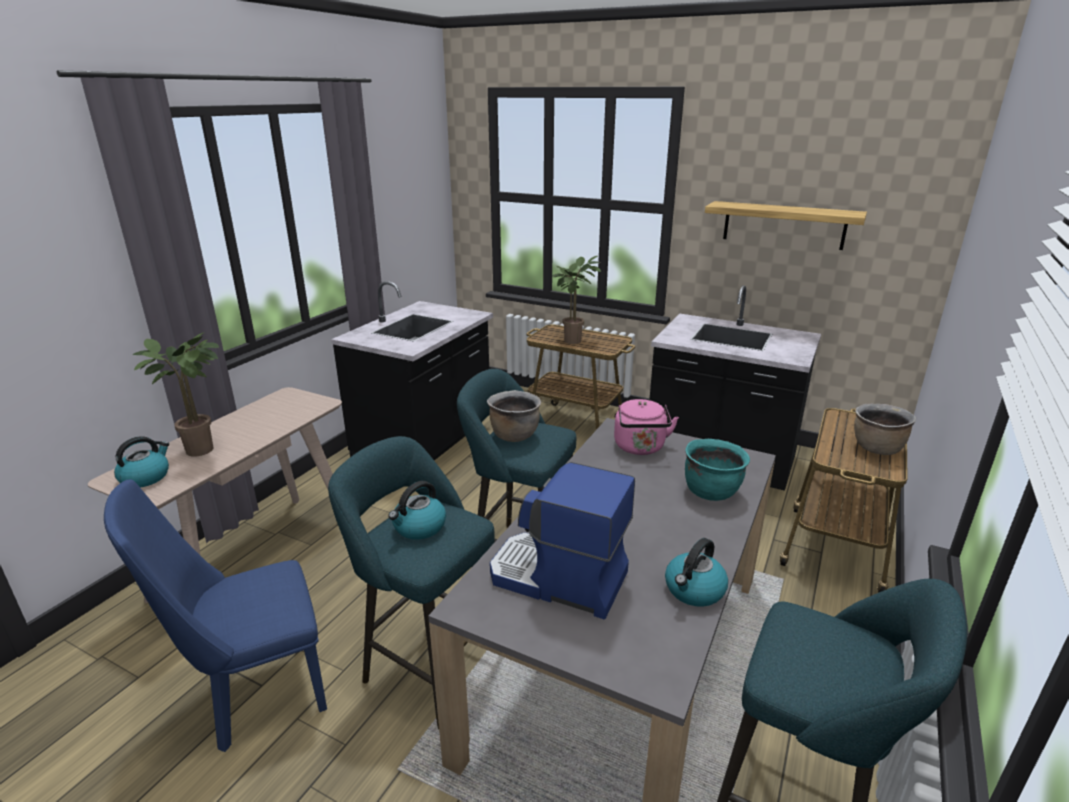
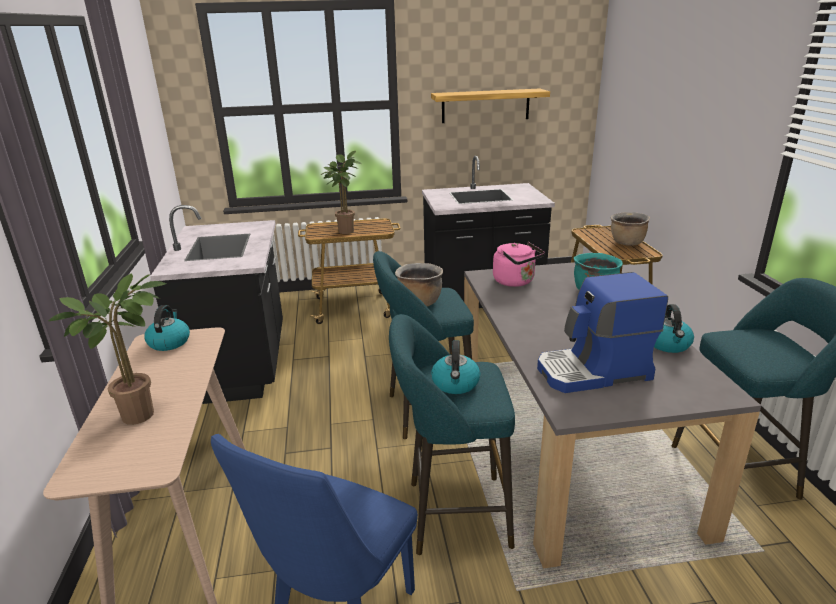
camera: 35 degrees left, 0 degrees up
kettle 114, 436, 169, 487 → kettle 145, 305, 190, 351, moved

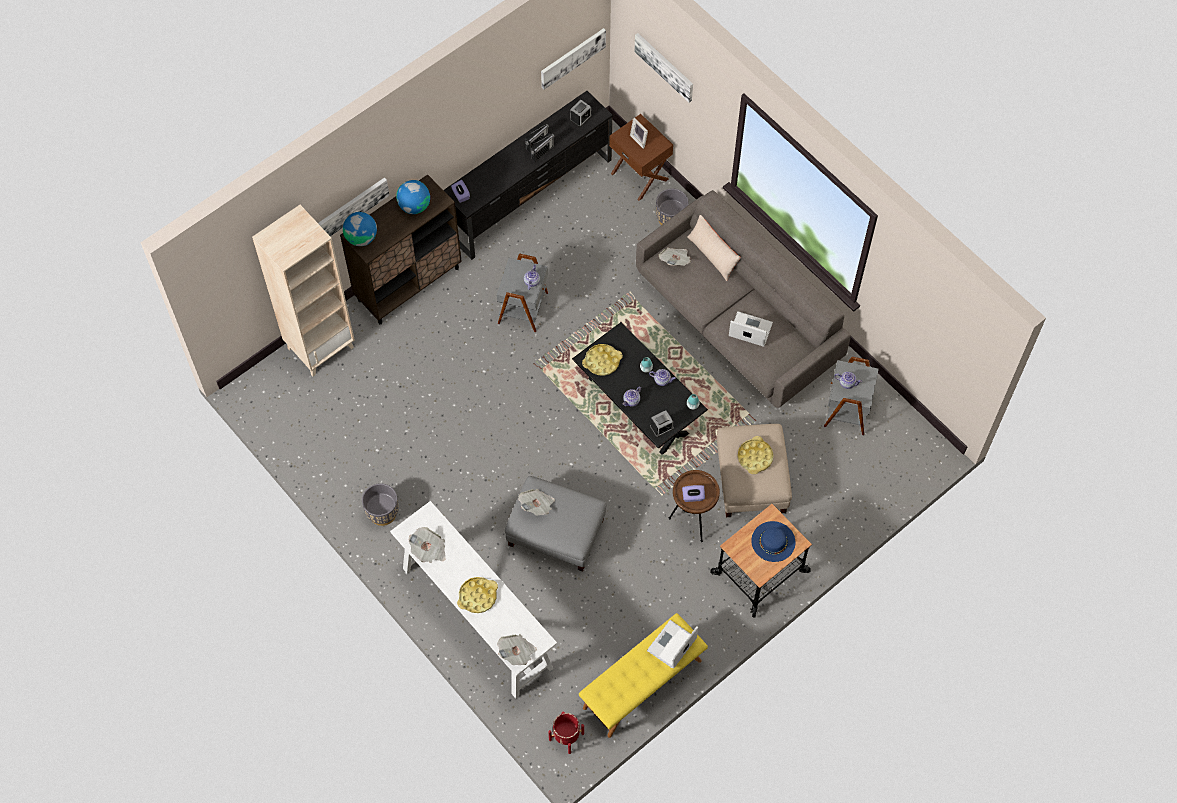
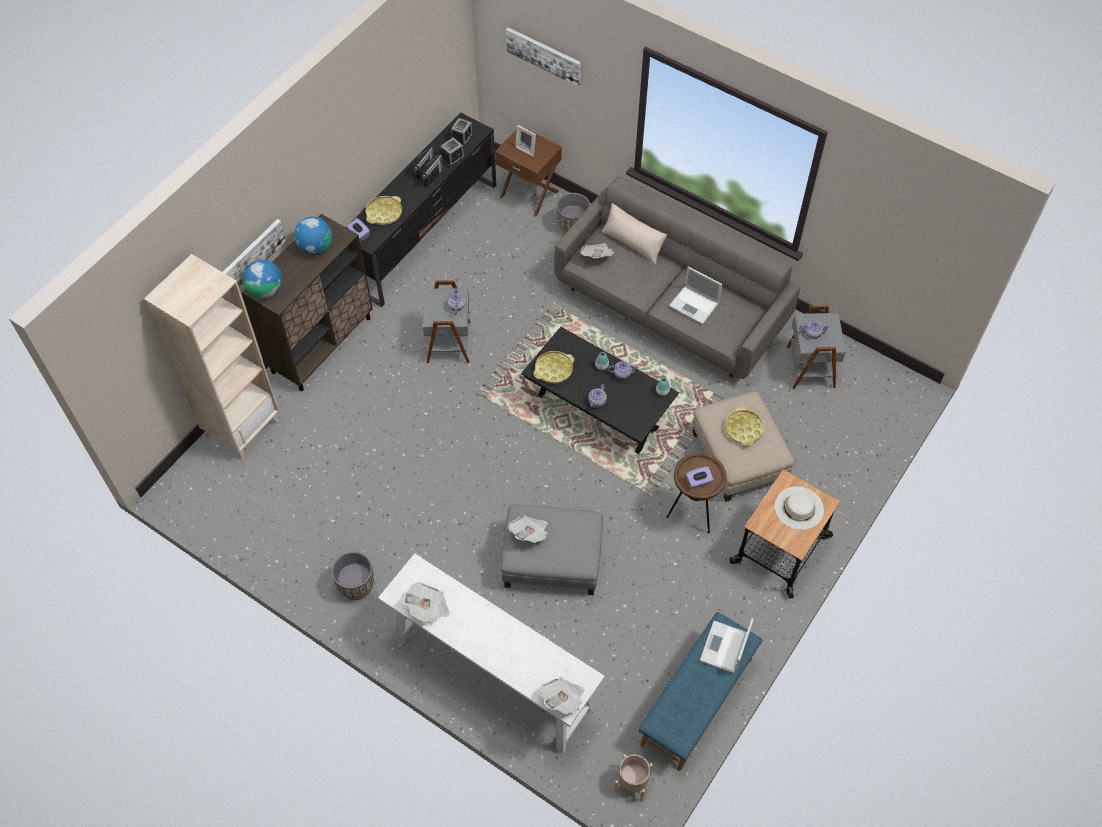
camera: 15 degrees left, 5 degrees down
yellow tray 457, 577, 498, 613 → yellow tray 366, 196, 402, 225, moved
alarm clock 650, 410, 674, 437 → alarm clock 441, 138, 465, 167, moved
red planter 548, 711, 584, 754 → beige planter 614, 754, 653, 802
yellow bench 579, 613, 708, 738 → blue bench 638, 612, 762, 771
laptop 729, 311, 773, 347 → laptop 669, 266, 722, 324, 150 degrees counterclockwise
blue hat 751, 521, 795, 562 → white hat 775, 486, 824, 530
picture 541, 28, 606, 90 → -

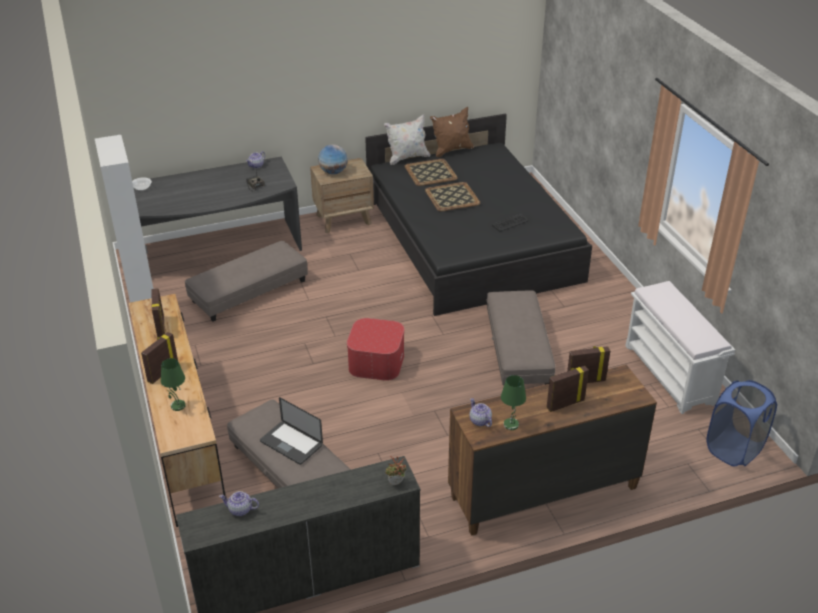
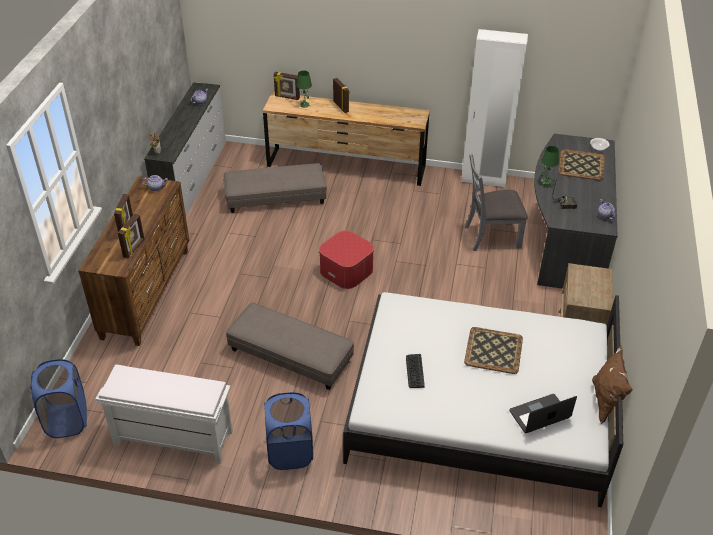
camera: 120 degrees right, 5 degrees up
- → blue laundry basket 264, 392, 313, 470
picture frame 151, 288, 165, 338 → picture frame 274, 72, 300, 100, moved
black bed 365, 114, 592, 316 → white bed 343, 292, 623, 507
grey ottoman 185, 241, 308, 321 → grey chair 465, 154, 528, 251
laptop 260, 397, 323, 465 → laptop 509, 394, 577, 433, moved
green table lamp 501, 375, 526, 430 → green table lamp 541, 146, 559, 186, moved
tray 405, 159, 458, 186 → tray 558, 149, 605, 181, moved
globe 318, 144, 348, 174 → -
white pillow 384, 114, 430, 165 → -

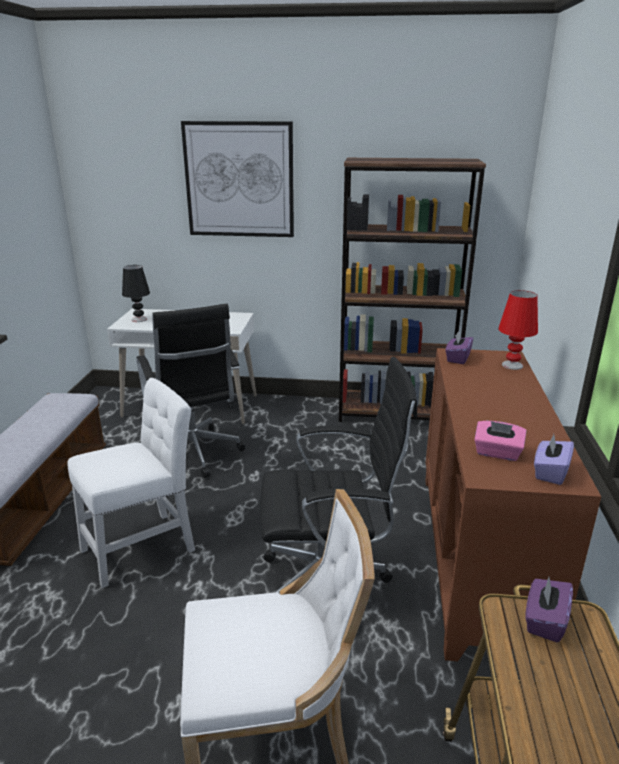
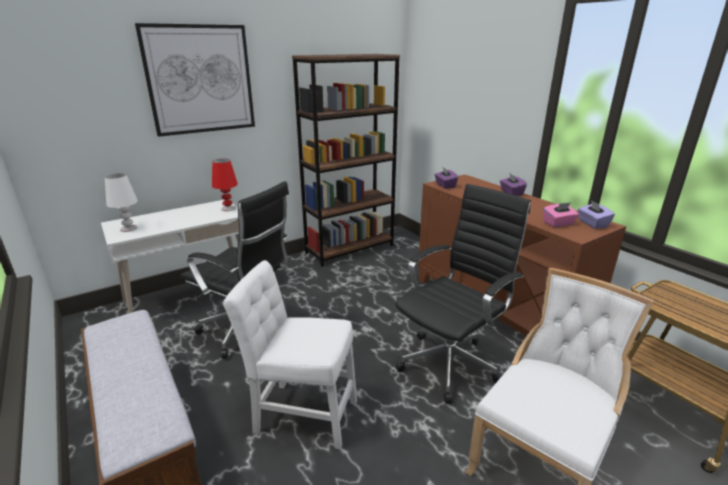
camera: 40 degrees left, 0 degrees up
black table lamp 122, 265, 150, 322 → white table lamp 105, 173, 138, 232
red table lamp 498, 290, 538, 370 → red table lamp 212, 159, 238, 211, moved
white chair 68, 378, 195, 588 → white chair 223, 260, 357, 449, 90 degrees counterclockwise
purple tissue box 525, 577, 573, 642 → purple tissue box 500, 174, 527, 196, moved

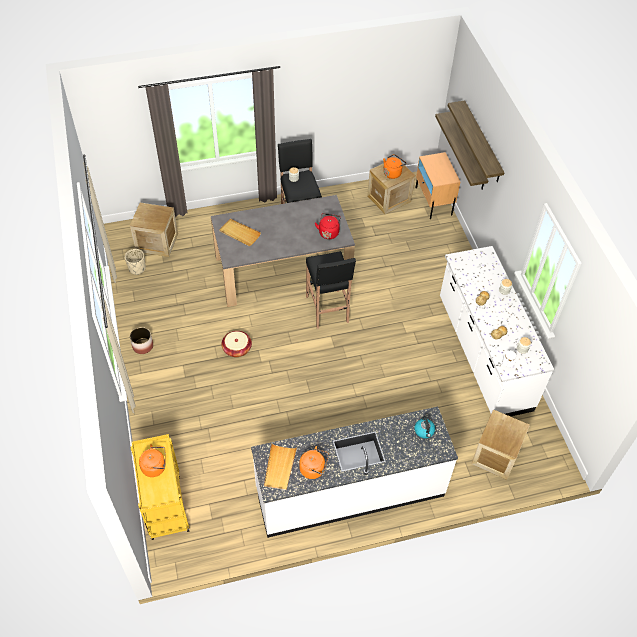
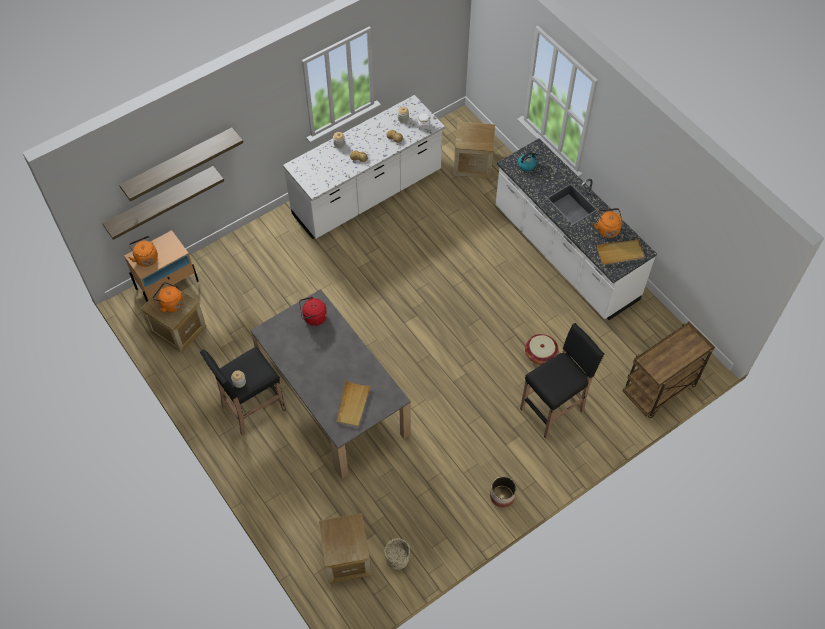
camera: 110 degrees left, 5 degrees up
orange kettle 139, 444, 166, 477 → orange kettle 128, 236, 158, 267, moved
black stool 306, 251, 356, 329 → black stool 520, 323, 604, 438, moved
basket 221, 331, 252, 357 → basket 525, 334, 559, 365, moved
yellow cart 130, 434, 190, 540 → brown cart 623, 321, 715, 418

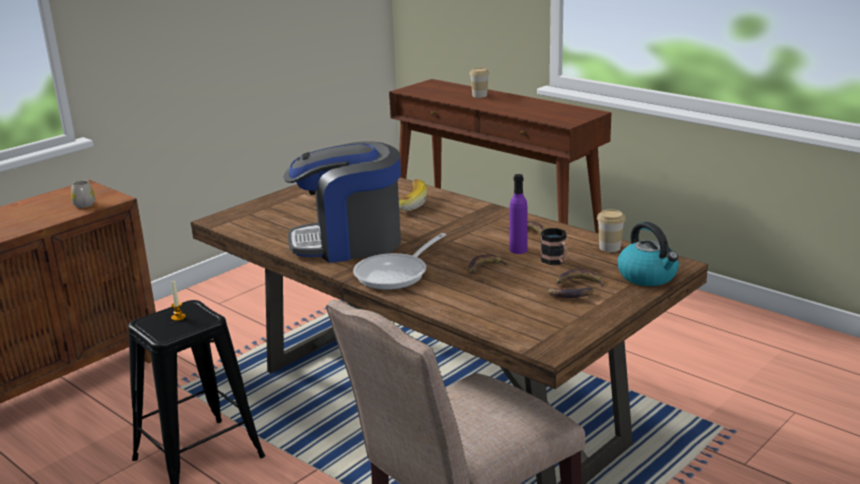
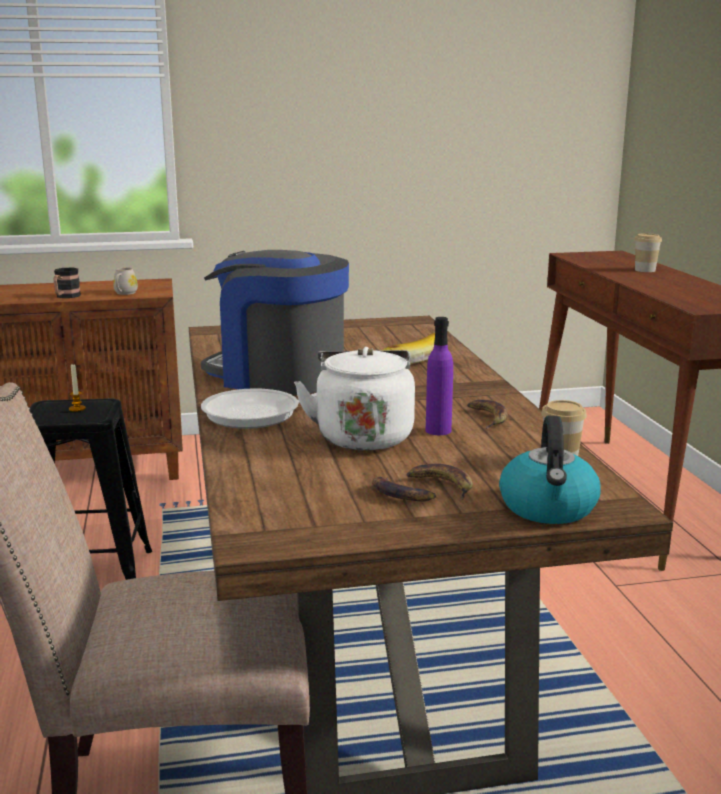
camera: 35 degrees right, 5 degrees down
mug 541, 228, 567, 265 → mug 54, 268, 81, 298, moved
banana 468, 254, 510, 274 → white kettle 294, 347, 415, 450

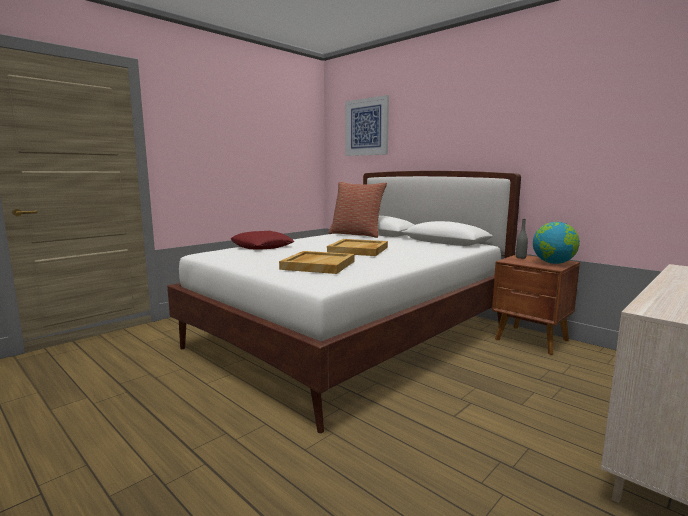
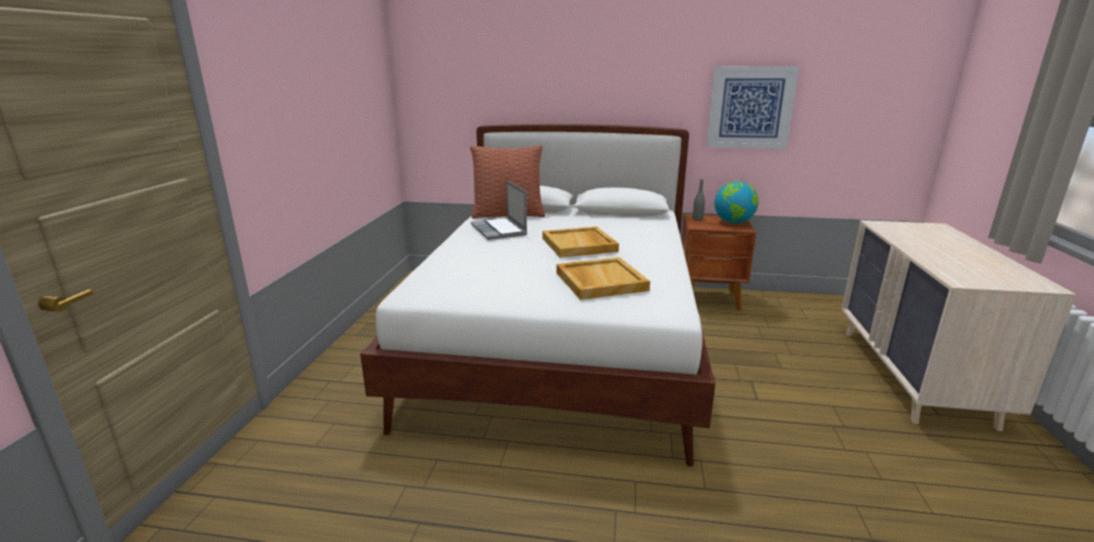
camera: 35 degrees left, 10 degrees up
- → laptop 471, 180, 527, 240
picture 345, 95, 389, 156 → picture 707, 66, 799, 149, moved
red pillow 231, 231, 294, 250 → -

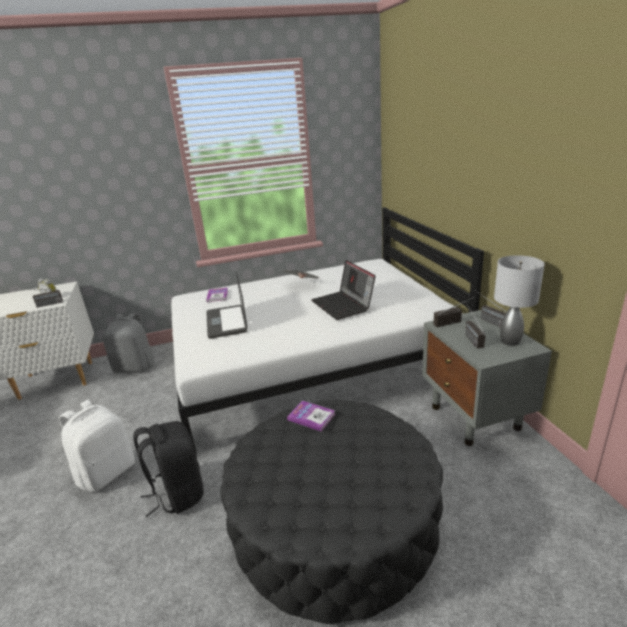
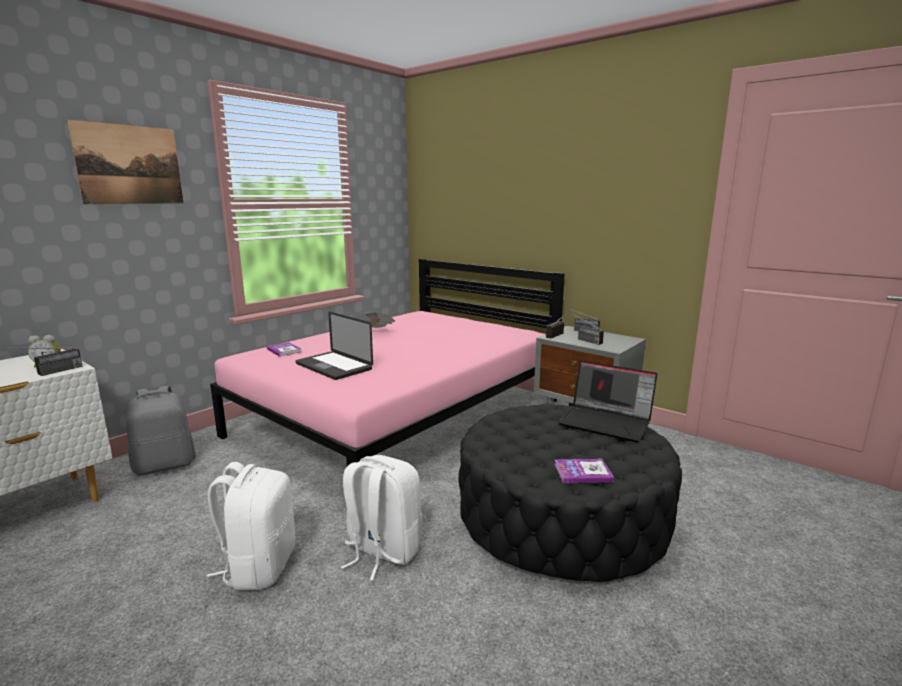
camera: 35 degrees left, 10 degrees down
- → picture 67, 119, 183, 204
white bed 171, 207, 484, 457 → pink bed 210, 259, 565, 466
black backpack 133, 421, 204, 518 → white backpack 341, 455, 422, 581
book 287, 401, 335, 431 → book 554, 459, 614, 483, moved
laptop 311, 260, 376, 320 → laptop 558, 361, 658, 442, moved
grey table lamp 494, 255, 545, 346 → -

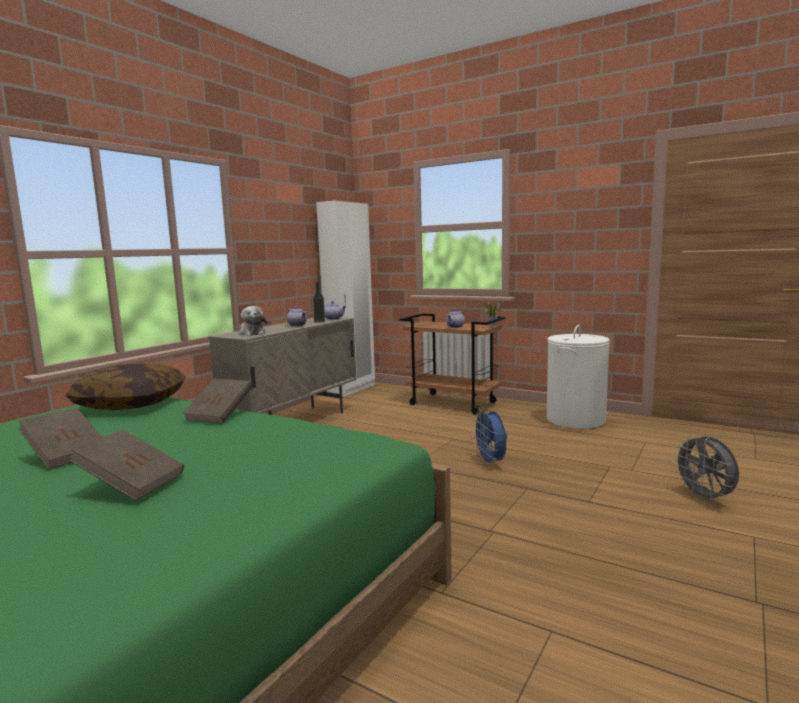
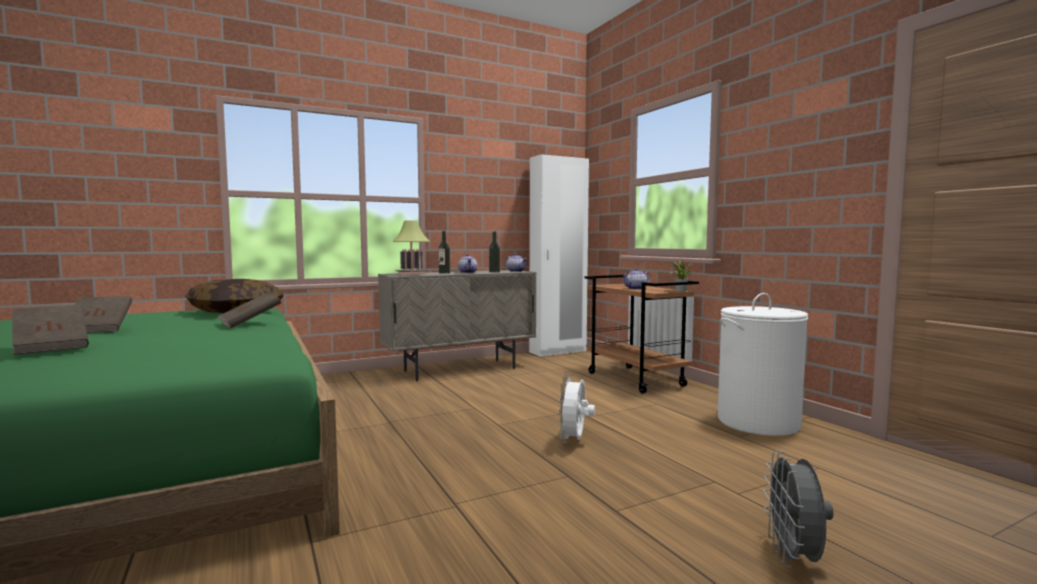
camera: 30 degrees right, 5 degrees down
plush toy 239, 306, 267, 336 → table lamp 392, 220, 430, 275
- → bottle 438, 231, 450, 274
blue fan 472, 409, 507, 466 → white fan 558, 374, 595, 443

